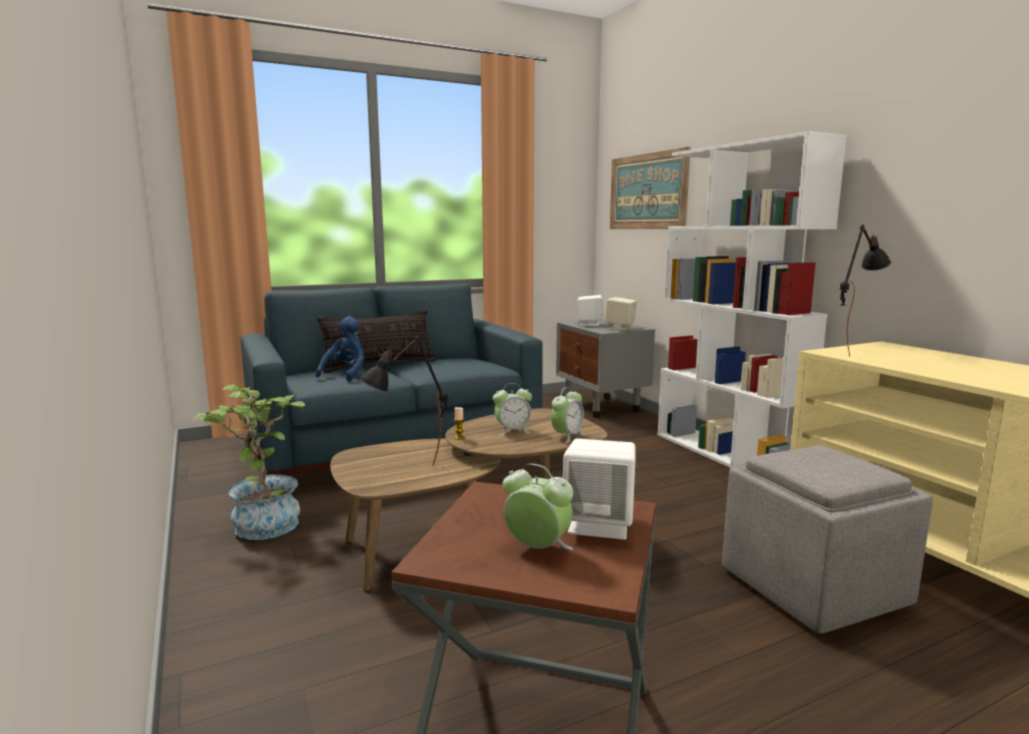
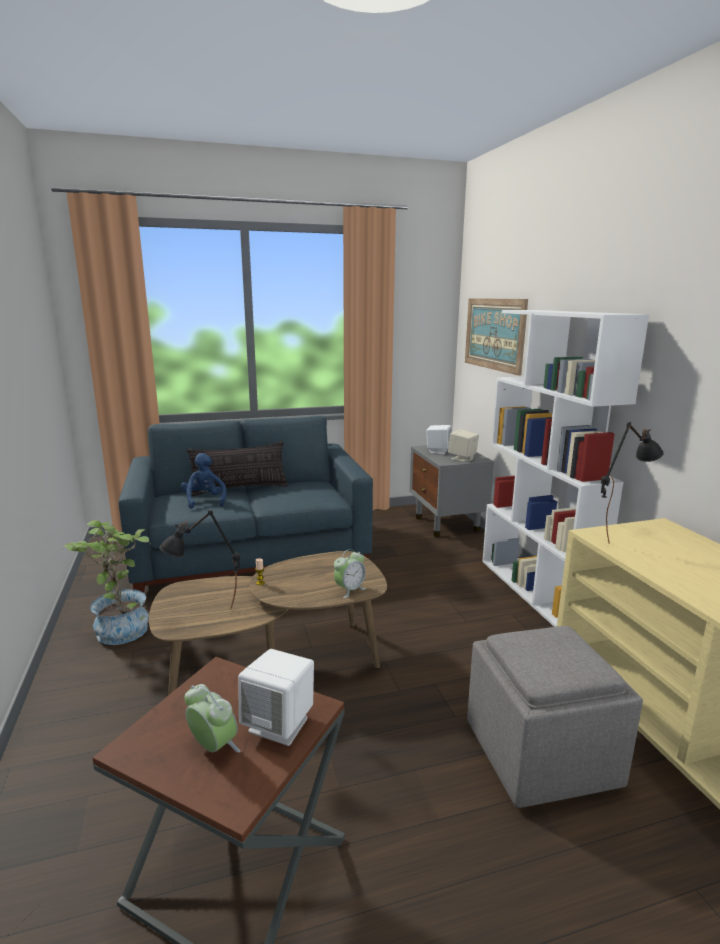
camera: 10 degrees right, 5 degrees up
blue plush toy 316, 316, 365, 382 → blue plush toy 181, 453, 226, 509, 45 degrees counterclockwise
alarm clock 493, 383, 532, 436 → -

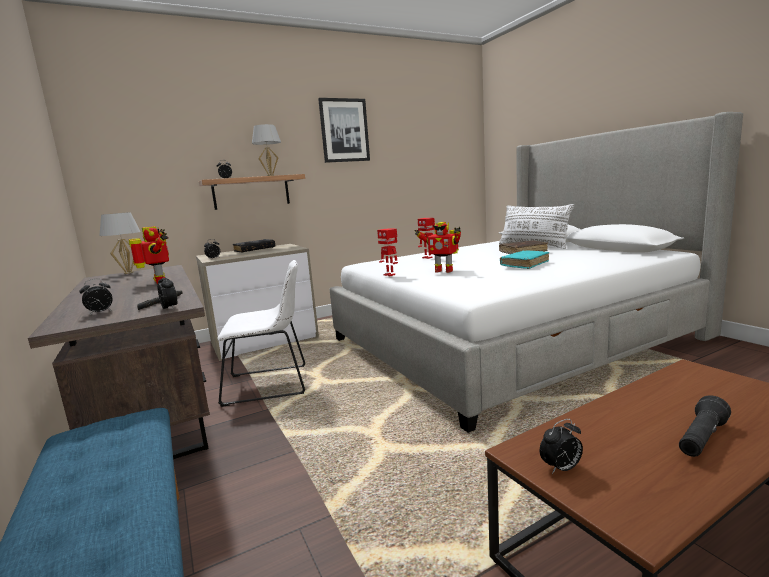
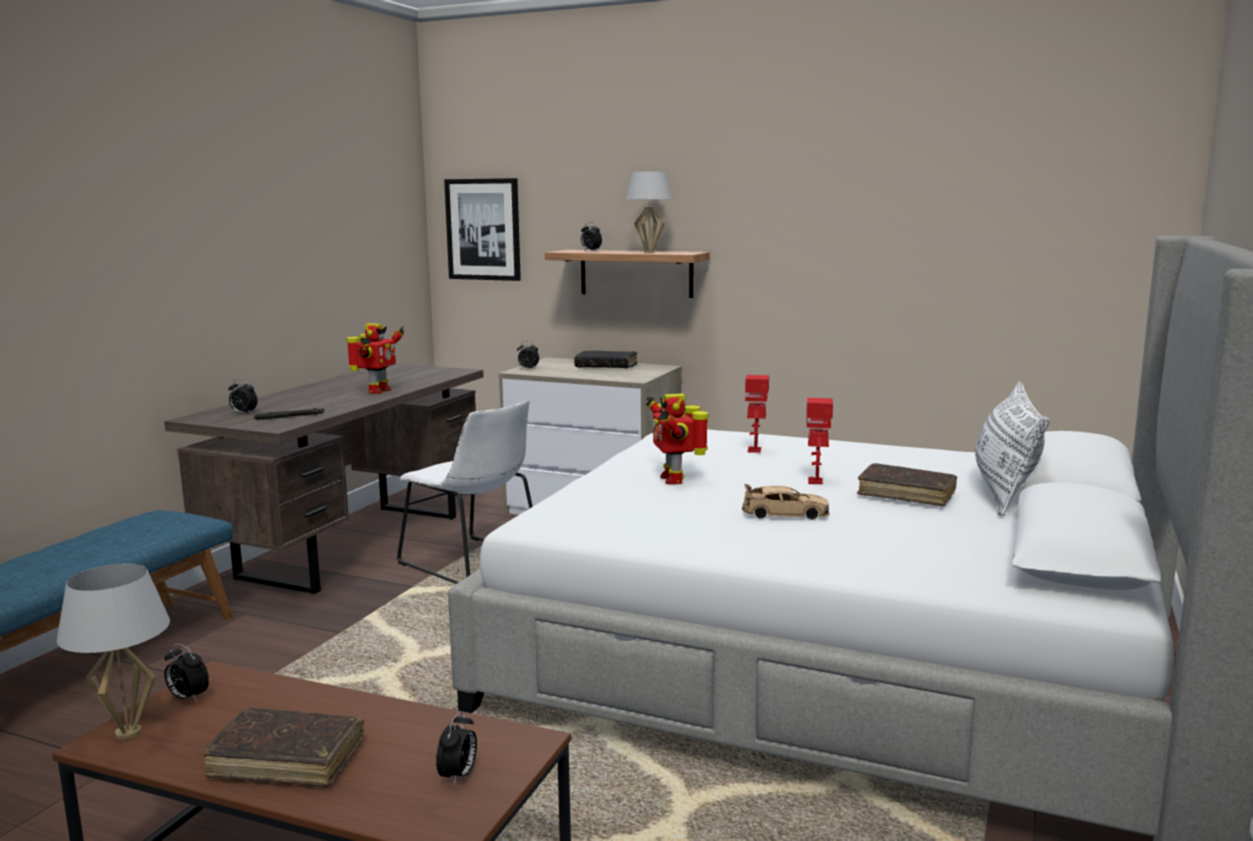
camera: 50 degrees right, 0 degrees up
white table lamp 99, 212, 141, 274 → white table lamp 57, 564, 170, 739, moved
black flashlight 679, 395, 731, 457 → brown book 202, 708, 364, 787
alarm clock 157, 274, 177, 310 → alarm clock 436, 711, 477, 785, moved
picture 318, 98, 370, 163 → picture 444, 178, 521, 281, moved
turquoise book 500, 251, 549, 269 → beige toy car 742, 484, 830, 519
toy robot 377, 228, 398, 276 → toy robot 806, 398, 833, 484, moved

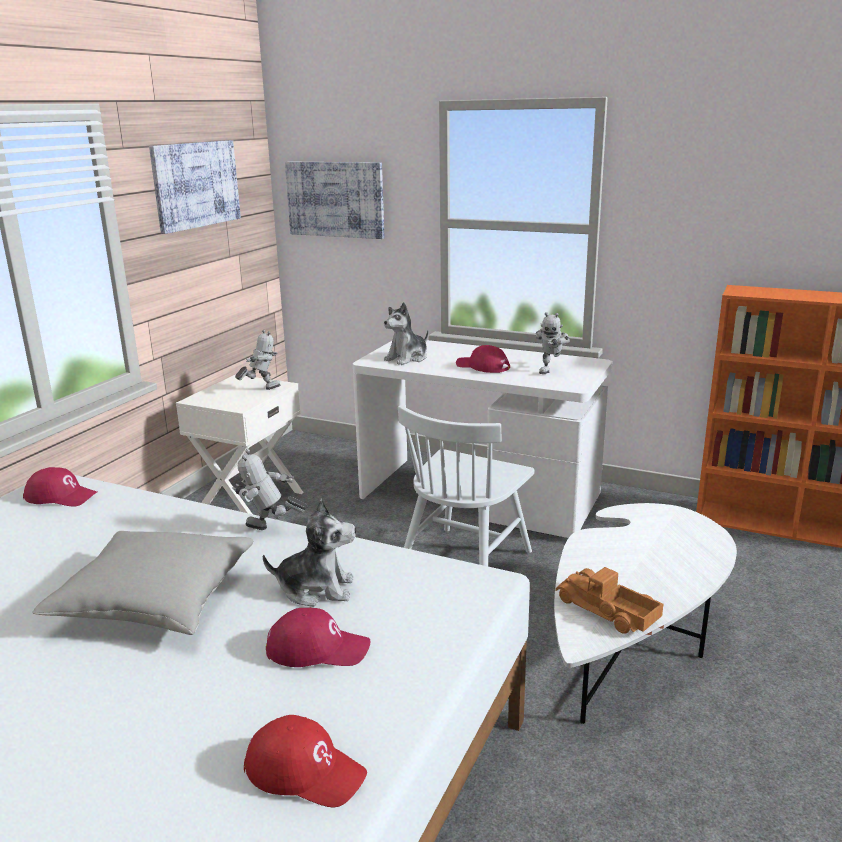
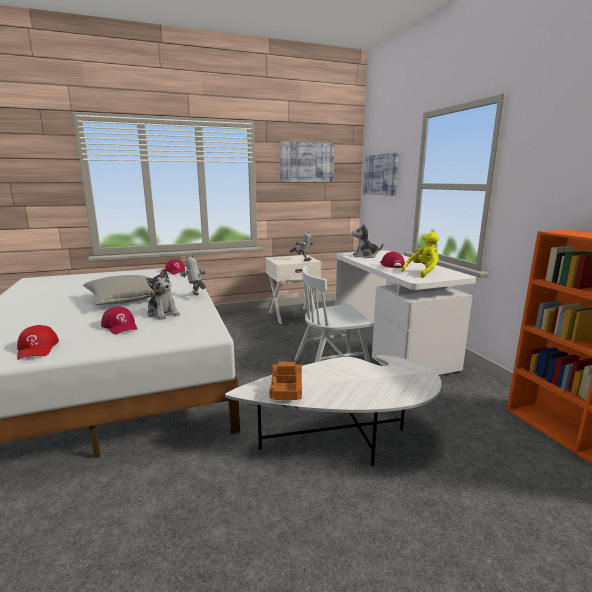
camera: 45 degrees right, 5 degrees down
toy robot 536, 312, 570, 374 → yellow plush toy 401, 232, 440, 278

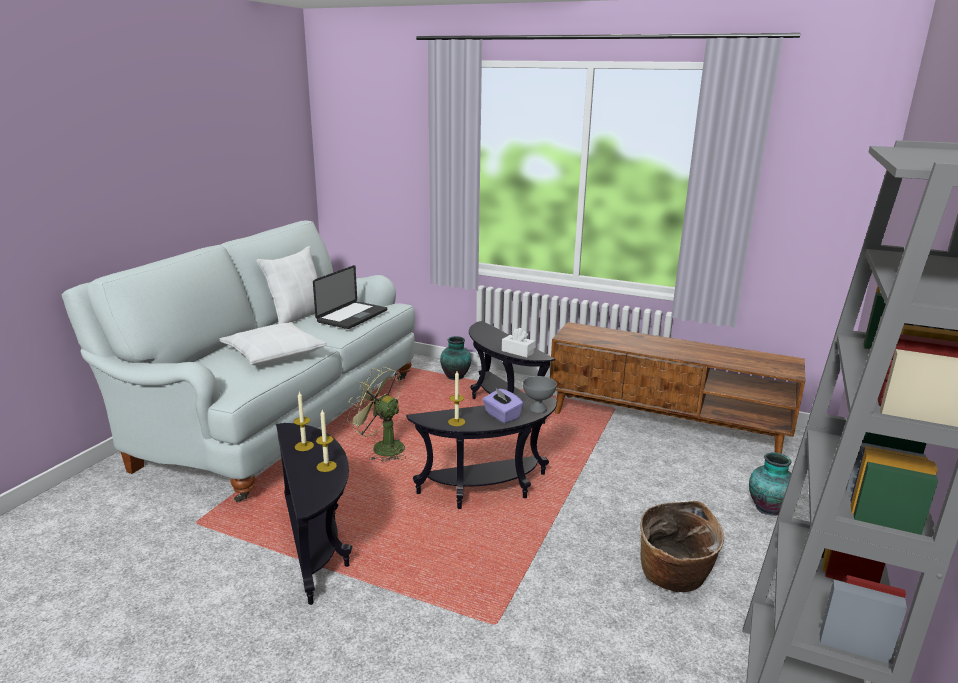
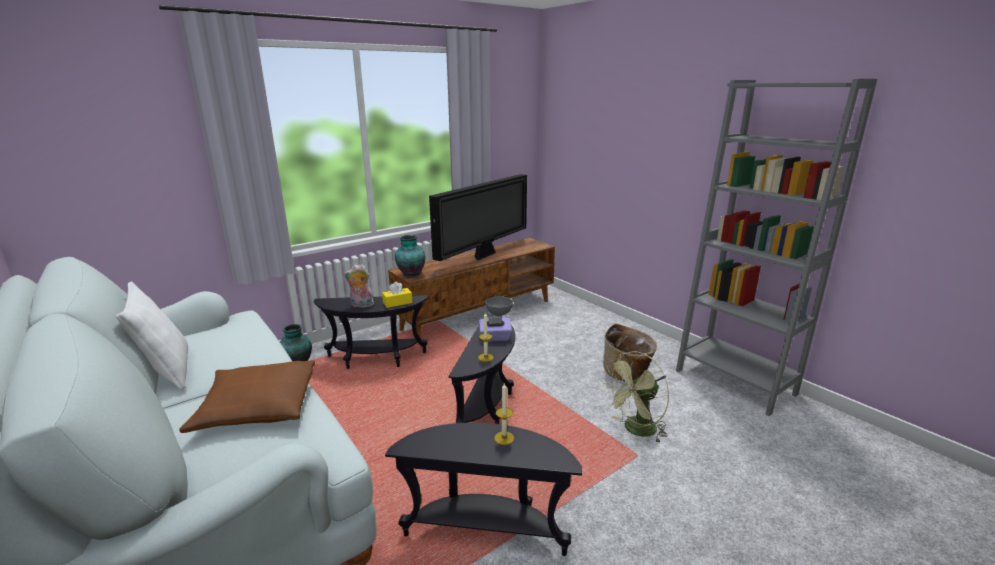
camera: 60 degrees left, 0 degrees up
white pillow 220, 322, 327, 365 → brown pillow 179, 360, 315, 433
- → plush toy 344, 264, 374, 308
white tissue box 502, 328, 535, 358 → yellow tissue box 382, 281, 413, 308
vase 749, 452, 792, 516 → vase 395, 235, 425, 278, moved
- → television 429, 174, 527, 261
green fan 347, 367, 405, 462 → green fan 603, 351, 669, 444, moved
candle 294, 391, 314, 451 → -
laptop 313, 265, 387, 329 → -

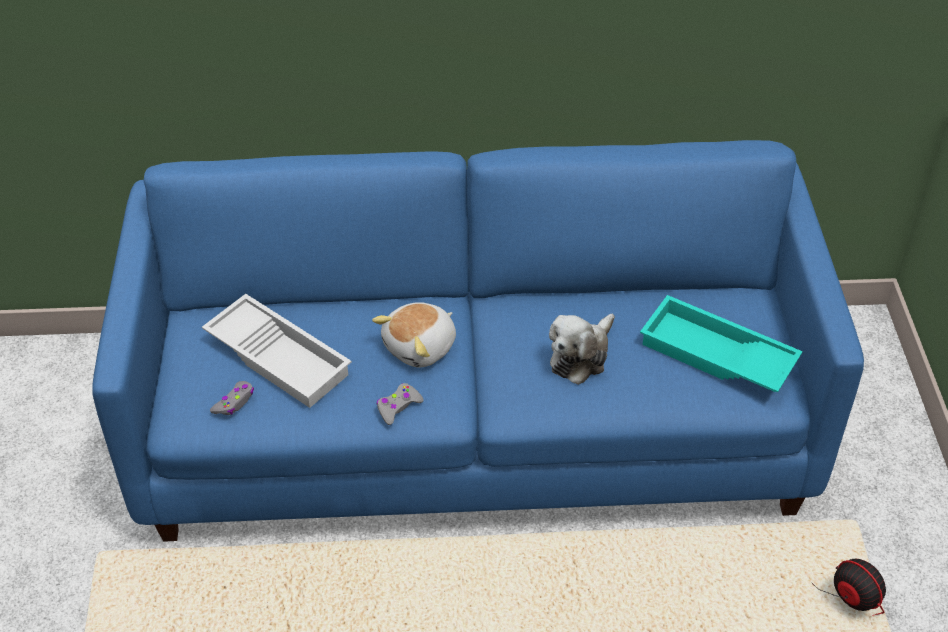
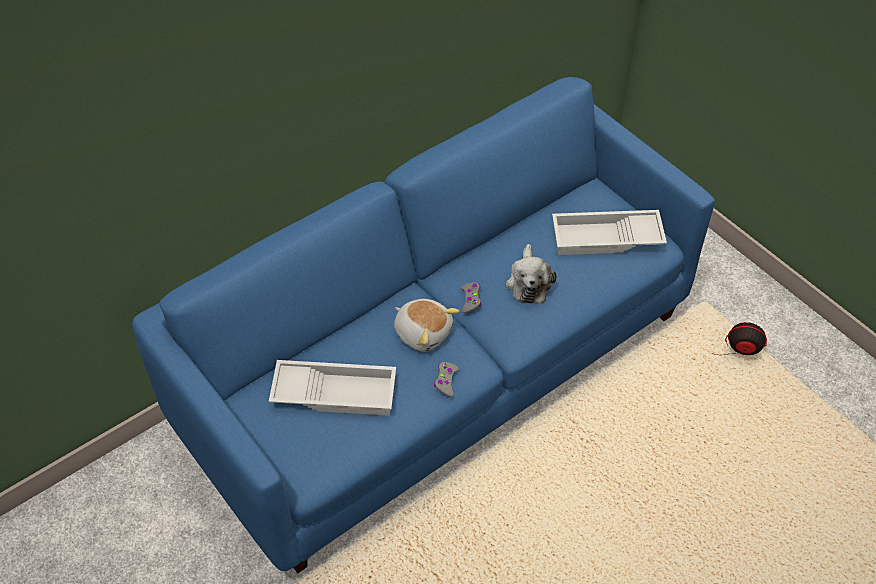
camera: 35 degrees left, 5 degrees up
plush toy 372, 302, 456, 368 → plush toy 394, 299, 459, 352, 60 degrees counterclockwise
grey game controller 210, 381, 254, 415 → grey game controller 460, 282, 481, 313, moved
turquoise tray 640, 295, 803, 392 → white tray 552, 210, 667, 255

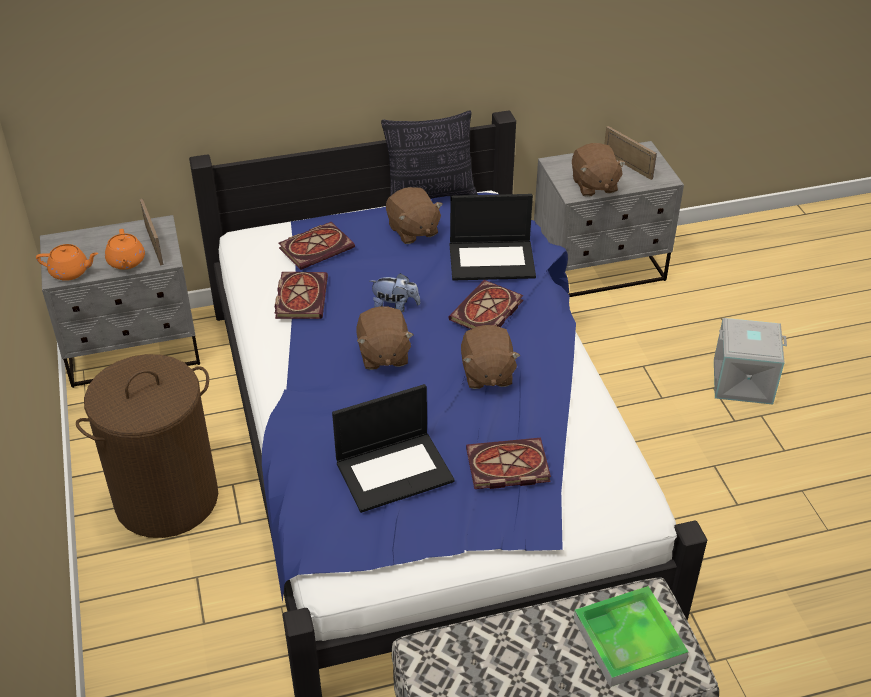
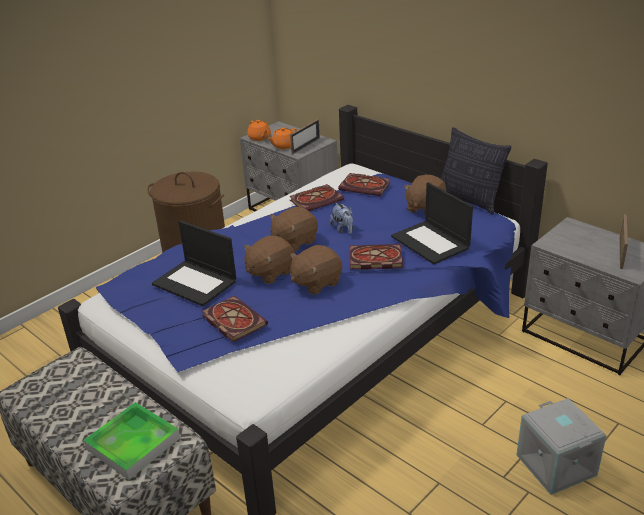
camera: 60 degrees right, 10 degrees down
brown plush toy 572, 143, 626, 197 → brown plush toy 243, 236, 295, 284, moved

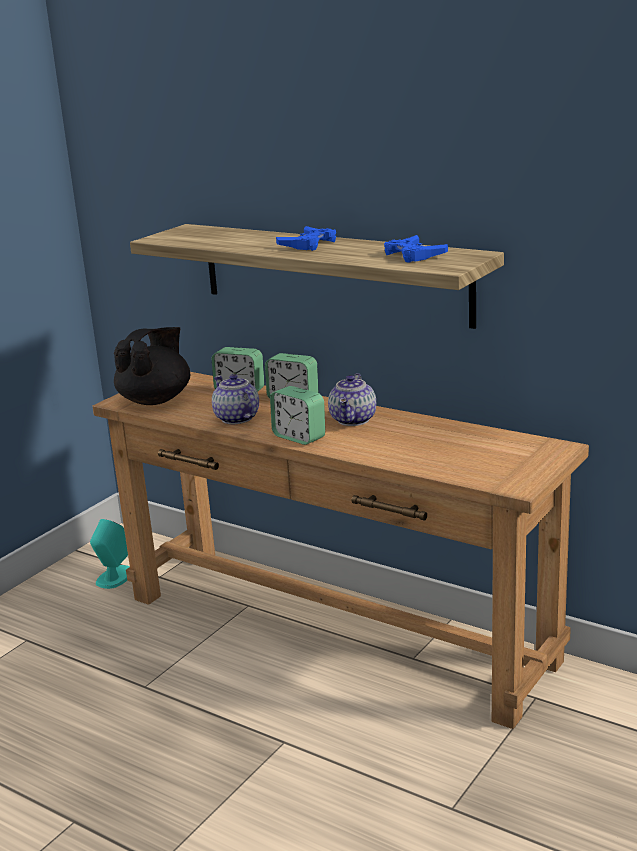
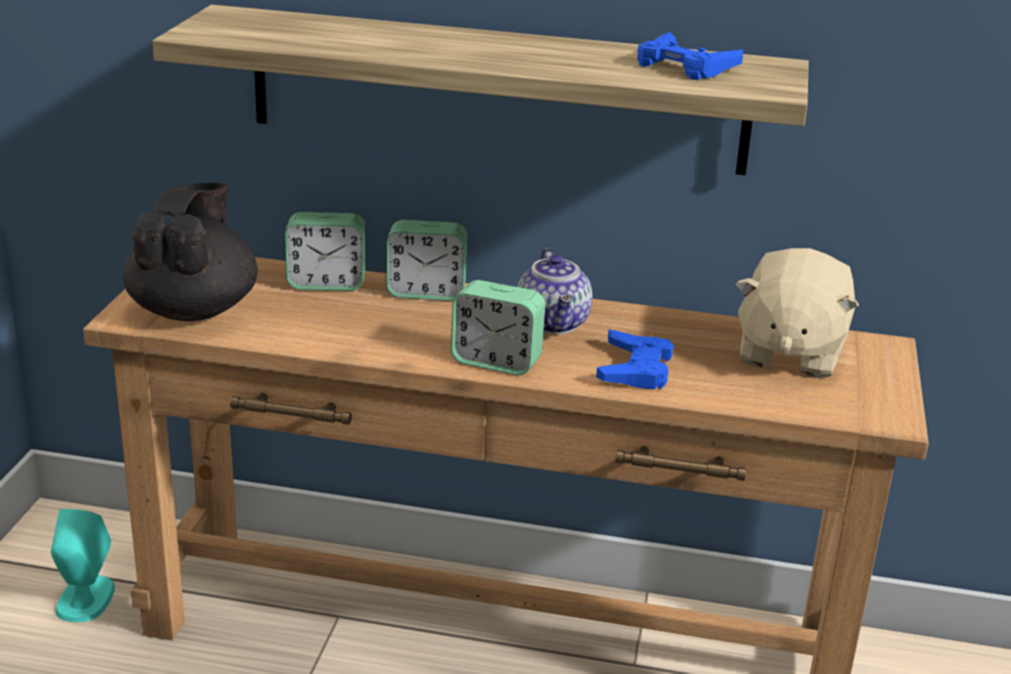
camera: 25 degrees left, 5 degrees up
blue game controller 276, 226, 336, 251 → blue game controller 596, 329, 674, 390, moved
- → beige plush toy 735, 248, 859, 378
teapot 212, 374, 259, 424 → -

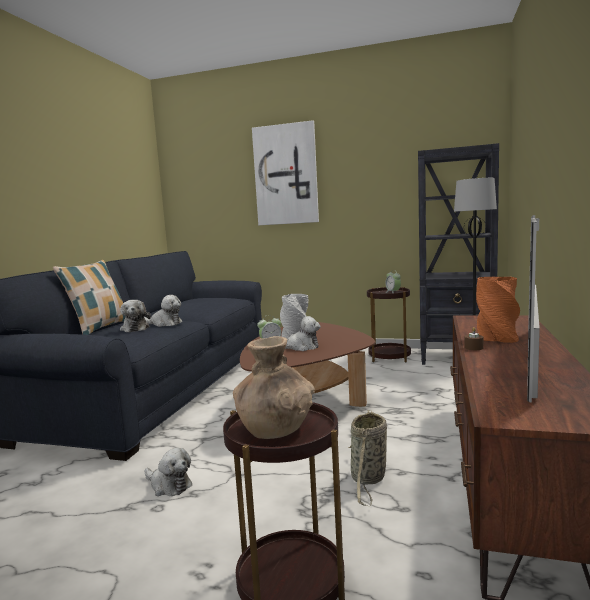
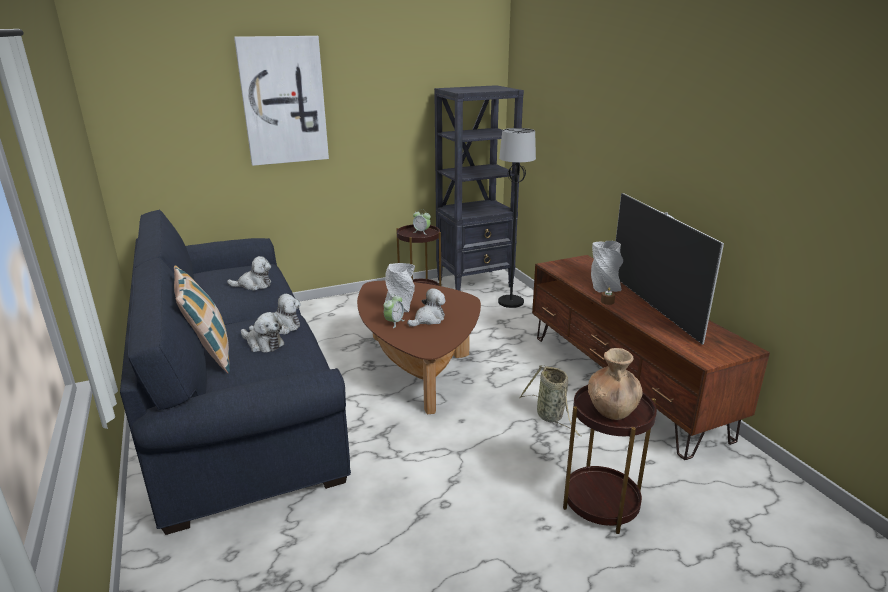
camera: 40 degrees left, 15 degrees up
plush toy 145, 448, 192, 496 → plush toy 227, 256, 271, 291, moved
orange vase 476, 277, 520, 343 → grey vase 591, 241, 623, 292

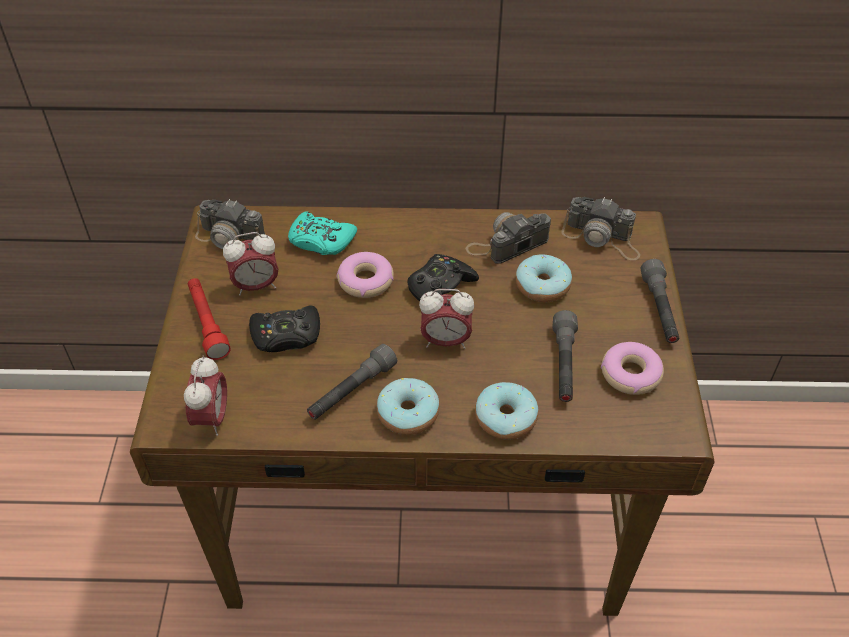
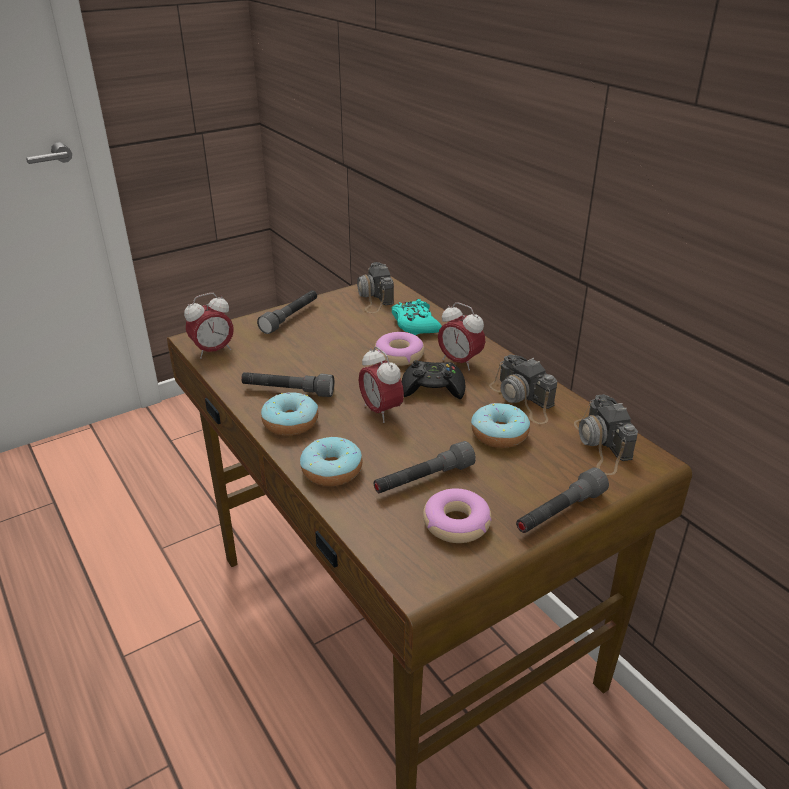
camera: 55 degrees right, 15 degrees down
red flashlight 188, 278, 231, 360 → grey flashlight 257, 290, 317, 334
alarm clock 223, 232, 279, 296 → alarm clock 438, 302, 485, 371, moved
photo camera 465, 212, 551, 264 → photo camera 489, 354, 557, 424, 150 degrees counterclockwise
black game controller 249, 306, 320, 352 → -

